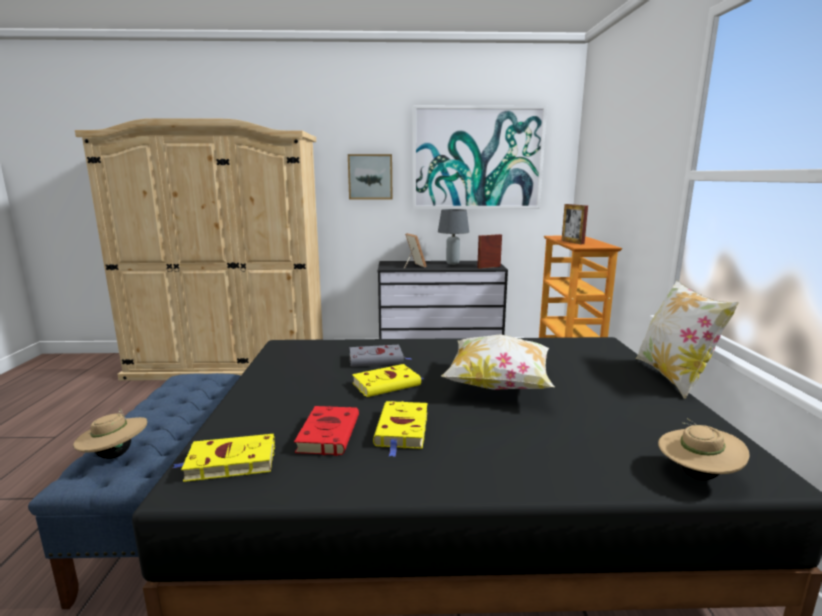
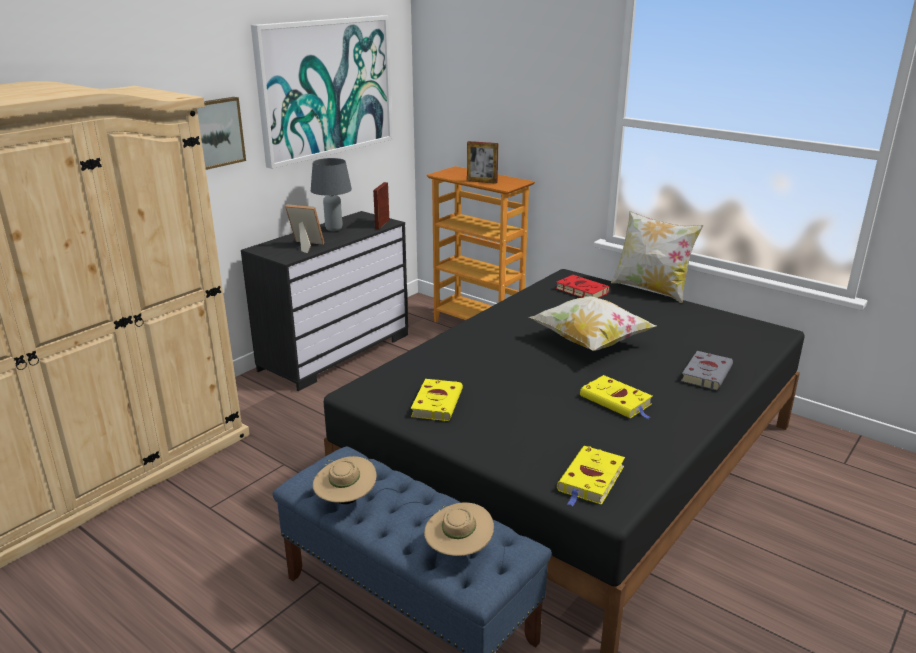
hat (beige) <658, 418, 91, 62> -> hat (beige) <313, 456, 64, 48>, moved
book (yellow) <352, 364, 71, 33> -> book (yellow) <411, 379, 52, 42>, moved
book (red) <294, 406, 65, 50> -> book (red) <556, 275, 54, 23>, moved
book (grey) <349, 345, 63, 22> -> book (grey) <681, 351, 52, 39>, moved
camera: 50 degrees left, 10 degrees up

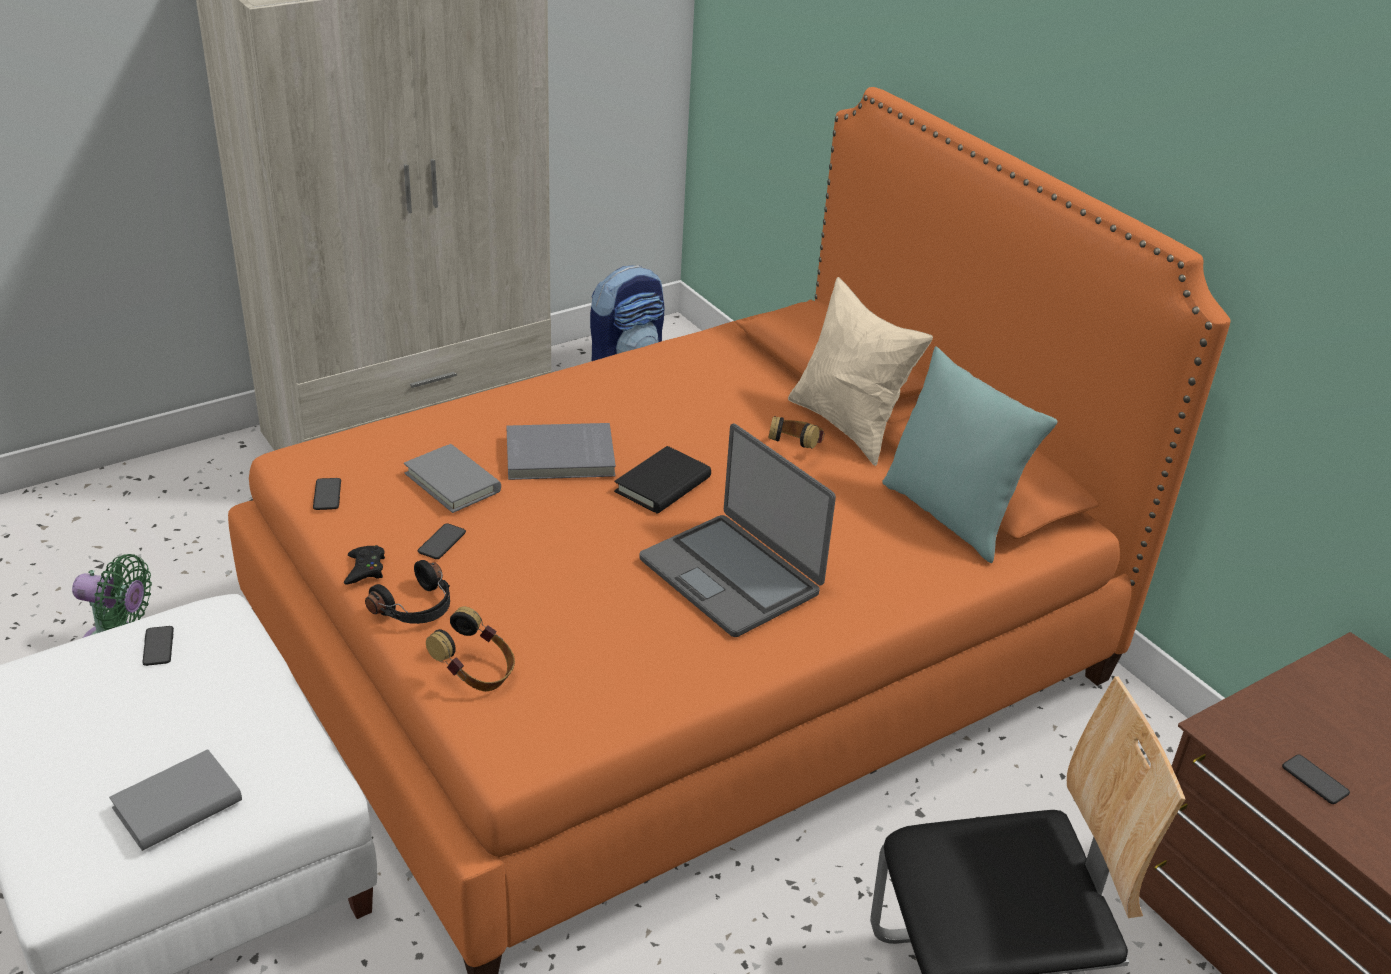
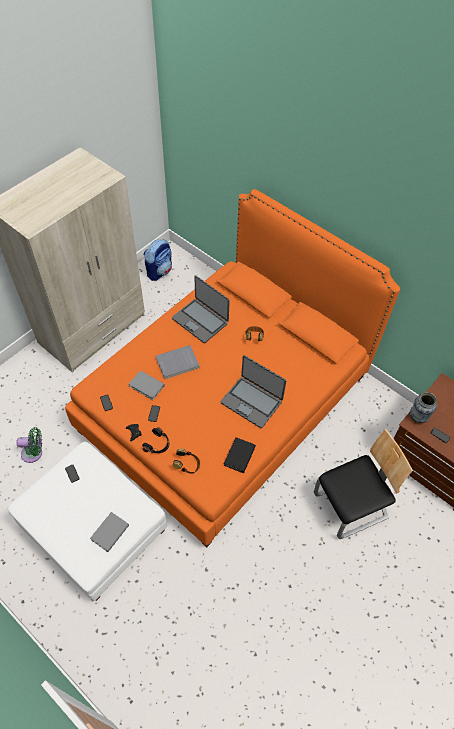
none -> laptop <172, 275, 58, 68>
book (black) <614, 446, 97, 68> -> book (black) <224, 437, 32, 36>, moved
none -> vase <410, 392, 27, 31>
pillow (beige) <788, 277, 145, 189> -> none
pillow (turquoise) <882, 346, 175, 217> -> none
camera: 15 degrees left, 20 degrees up

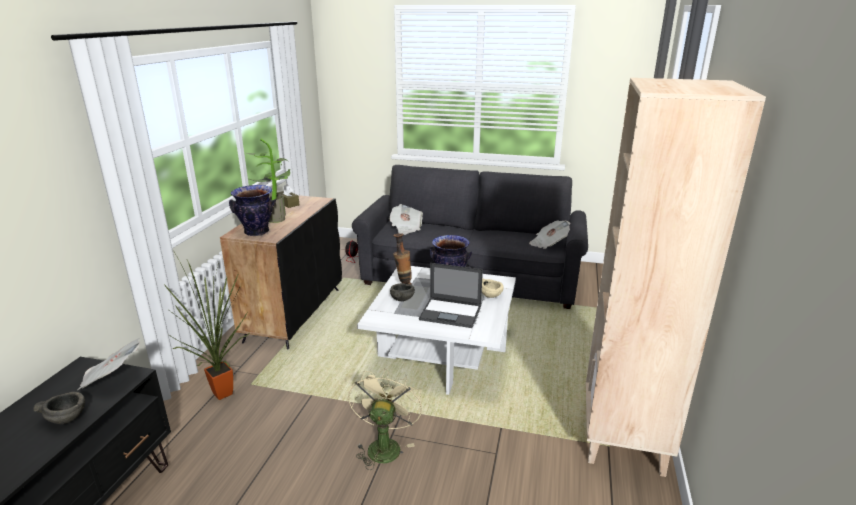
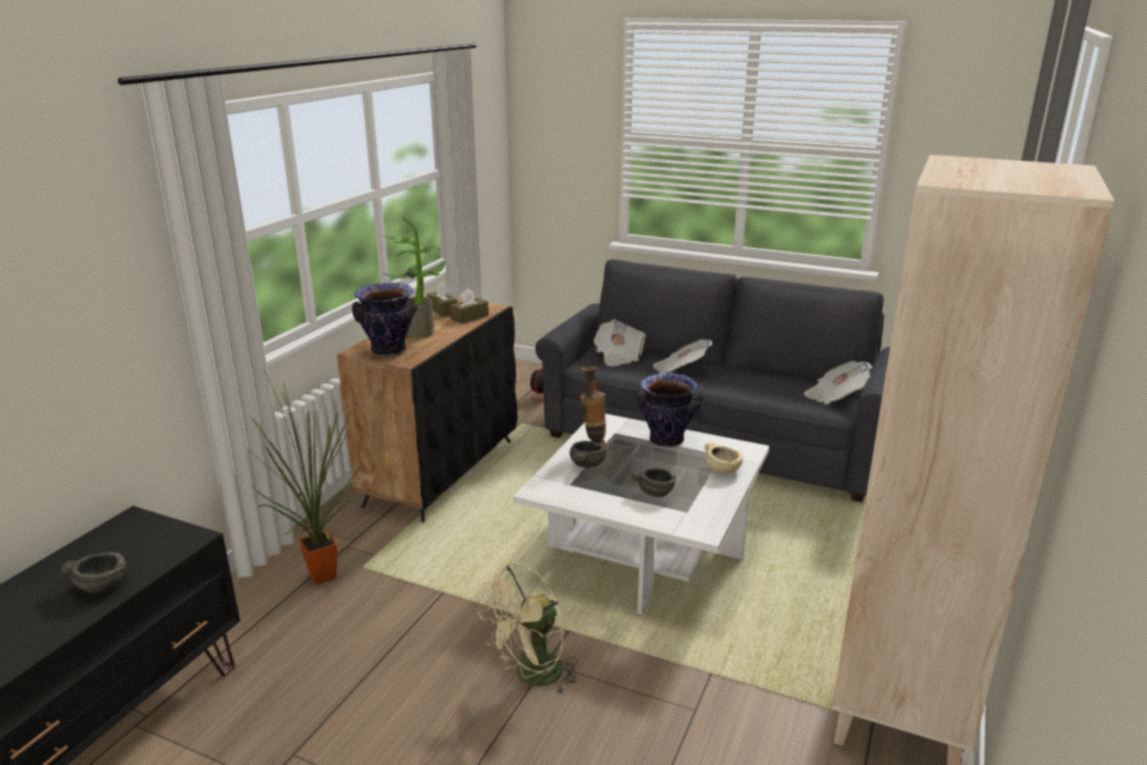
none -> tissue box (brown) <449, 289, 40, 35>
fan (beige) <348, 368, 74, 102> -> fan (beige) <478, 563, 100, 130>, 150 degrees counterclockwise
laptop <419, 263, 64, 65> -> bowl (grey) <632, 467, 44, 30>
newspaper <77, 338, 63, 52> -> newspaper <653, 339, 59, 35>, moved
camera: 10 degrees right, 0 degrees up

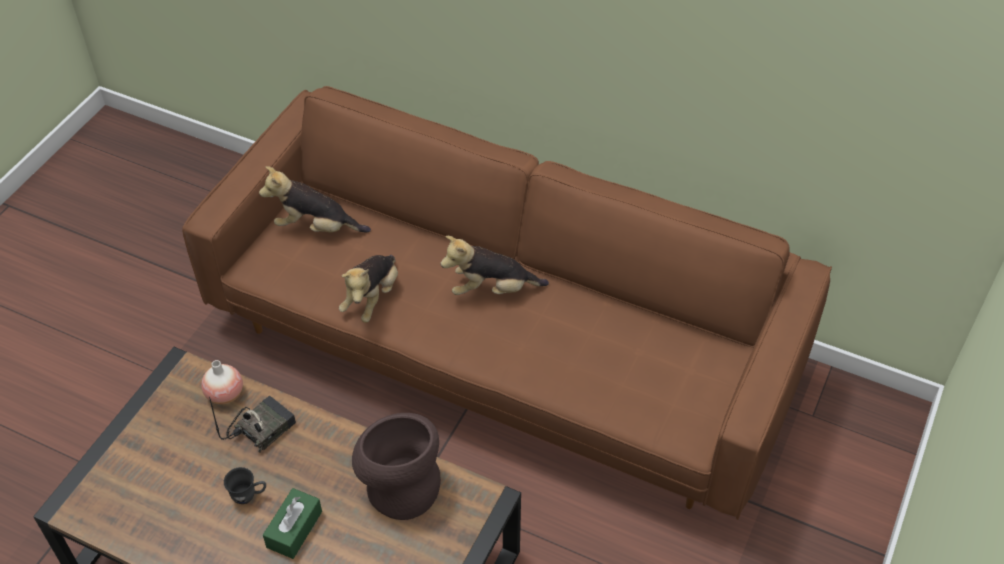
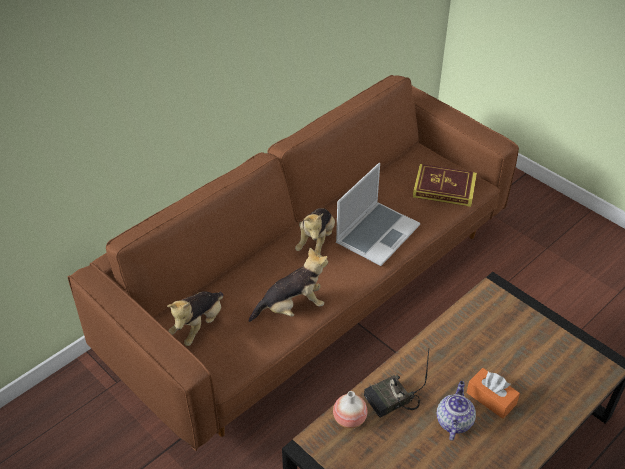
plush toy <339, 255, 59, 68> -> plush toy <249, 247, 79, 75>, 60 degrees counterclockwise
none -> laptop <336, 163, 84, 103>
radio <209, 395, 87, 58> -> radio <364, 349, 65, 69>, 90 degrees counterclockwise
none -> book <413, 164, 64, 43>
mug (grey) <224, 467, 42, 37> -> teapot <437, 381, 39, 60>
tissue box (green) <263, 488, 59, 71> -> tissue box (orange) <467, 368, 53, 51>
vase (brown) <352, 413, 89, 107> -> none
camera: 70 degrees left, 5 degrees down

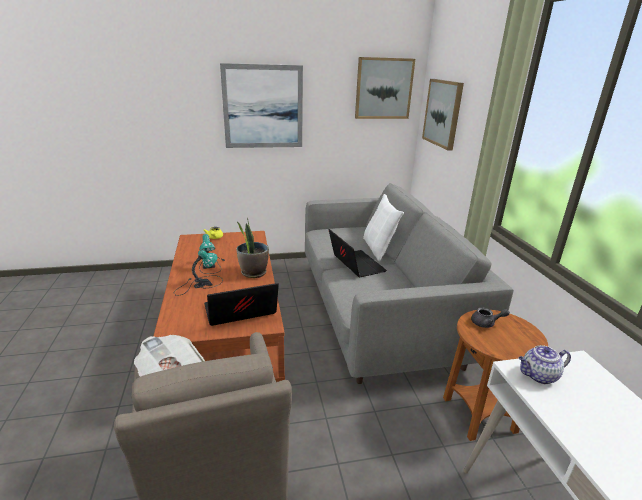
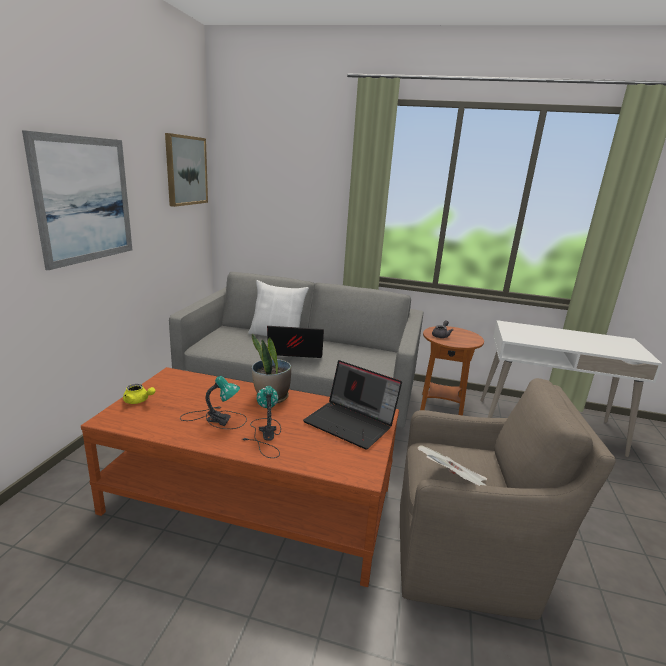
laptop <204, 283, 75, 43> -> laptop <303, 360, 99, 90>, 60 degrees counterclockwise
picture <422, 79, 42, 72> -> none
teapot <519, 345, 52, 39> -> none
camera: 65 degrees left, 5 degrees down

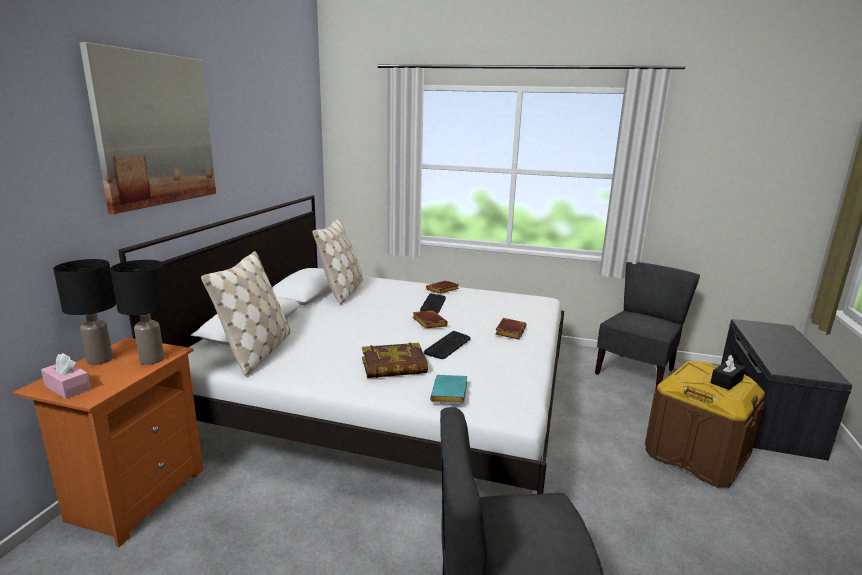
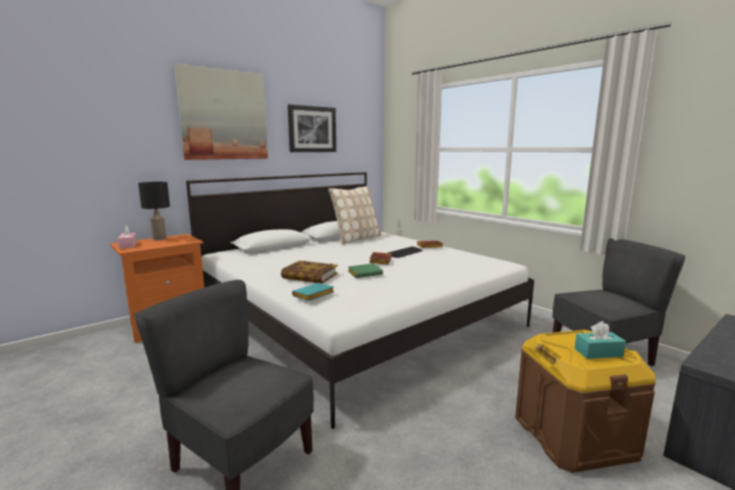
none -> picture <288, 104, 48, 48>
keyboard <424, 331, 47, 28> -> book (green) <348, 263, 35, 15>
tissue box (black) <710, 355, 36, 35> -> tissue box (turquoise) <575, 321, 51, 38>
table lamp (black) <110, 260, 59, 105> -> none
pillow (beige) <201, 251, 90, 125> -> none
book (brown) <495, 318, 32, 21> -> none
camera: 35 degrees right, 5 degrees down

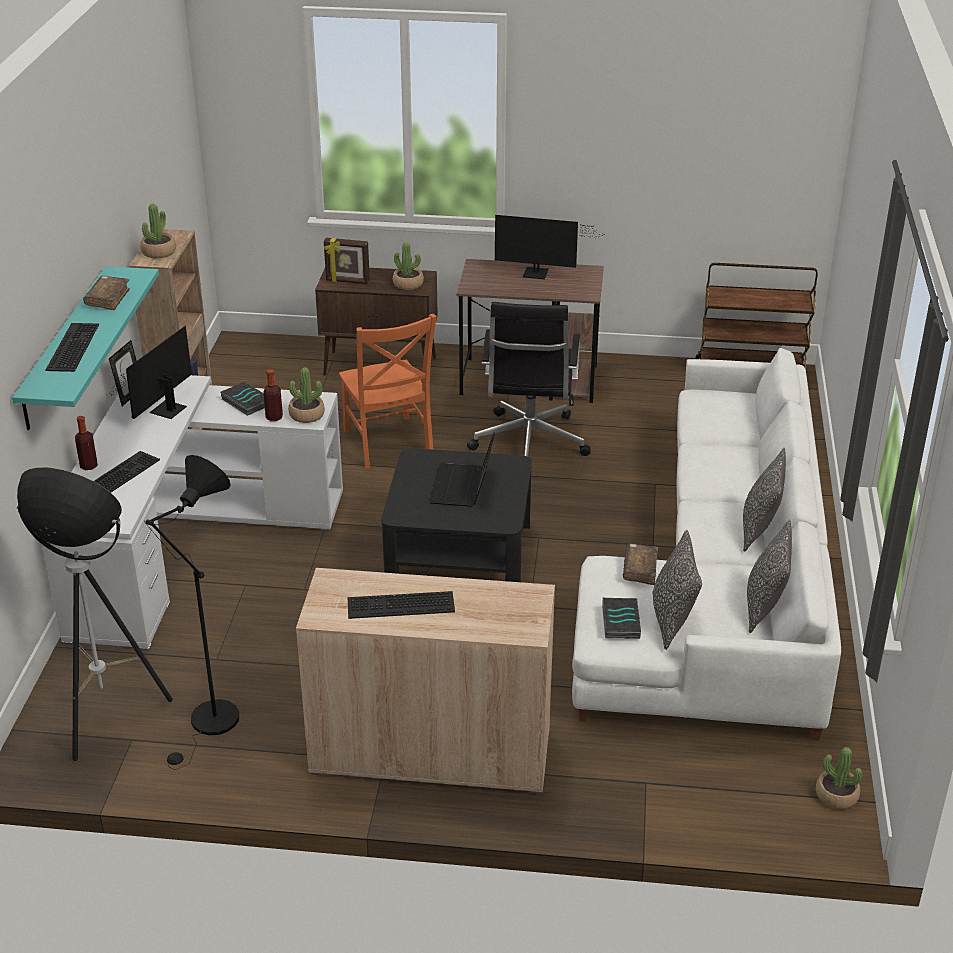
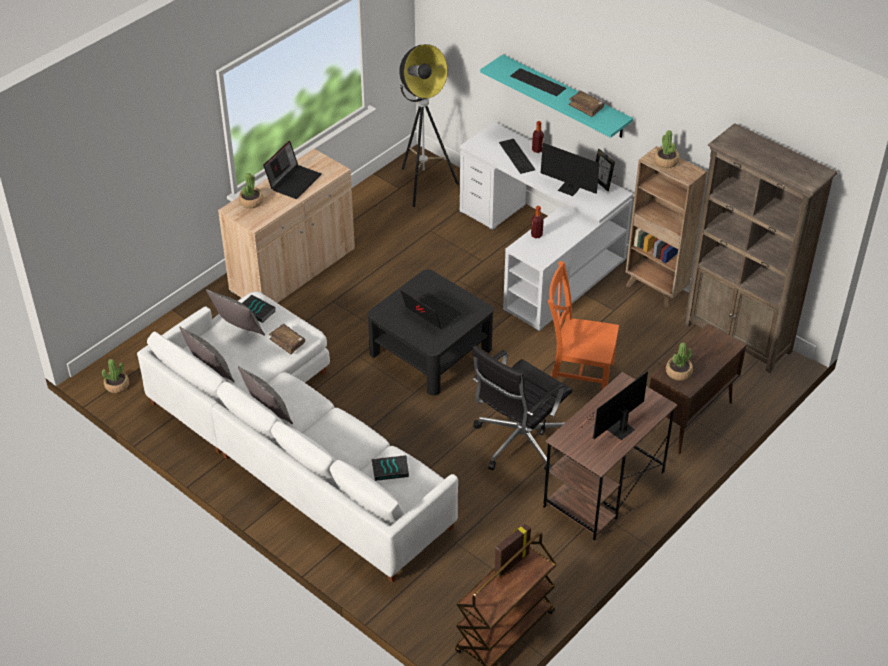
potted plant <288, 367, 37, 56> -> potted plant <239, 173, 24, 35>, moved
keyboard <348, 591, 107, 28> -> laptop <263, 141, 59, 58>
book <221, 382, 44, 34> -> book <371, 455, 38, 26>, moved
office chair (black) <467, 302, 124, 155> -> office chair (black) <472, 345, 101, 126>, 90 degrees counterclockwise
picture frame <324, 238, 46, 46> -> picture frame <494, 524, 37, 53>, moved
monitor <109, 326, 83, 93> -> monitor <540, 143, 73, 53>, 150 degrees clockwise
none -> bookcase (brown) <684, 123, 153, 250>
floor lamp (black) <144, 455, 95, 315> -> none
camera: 125 degrees right, 10 degrees up

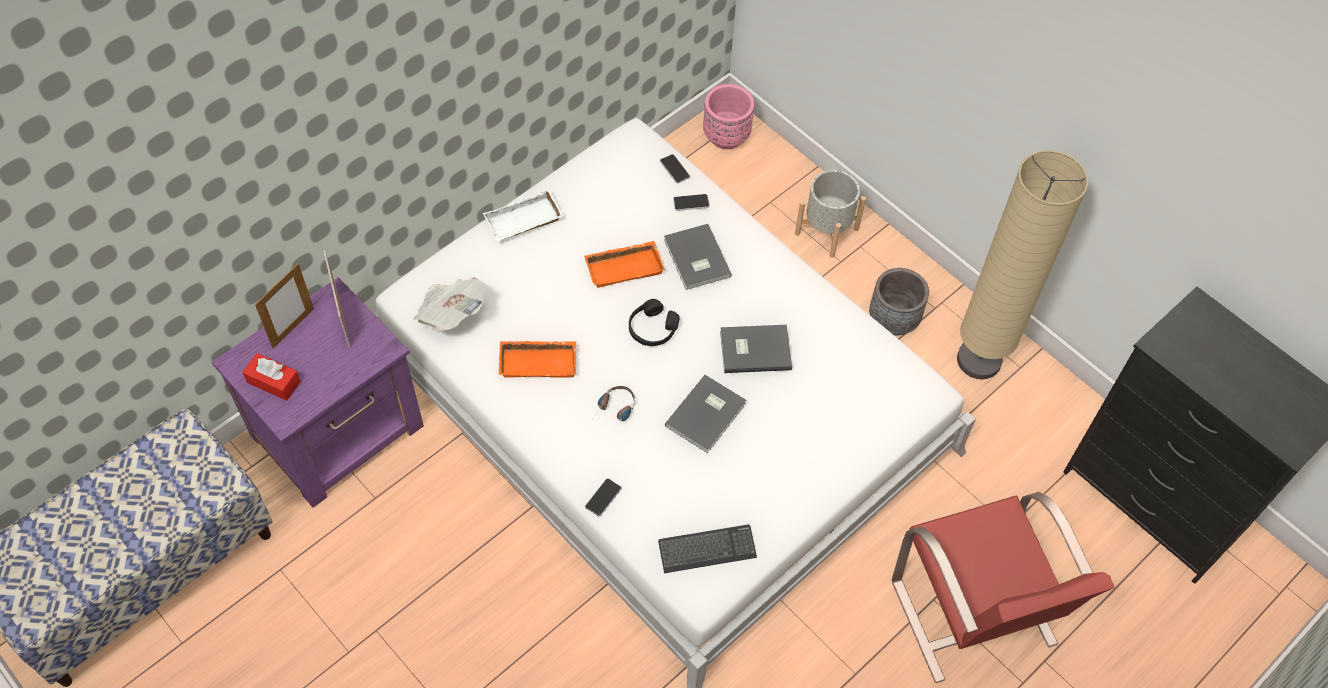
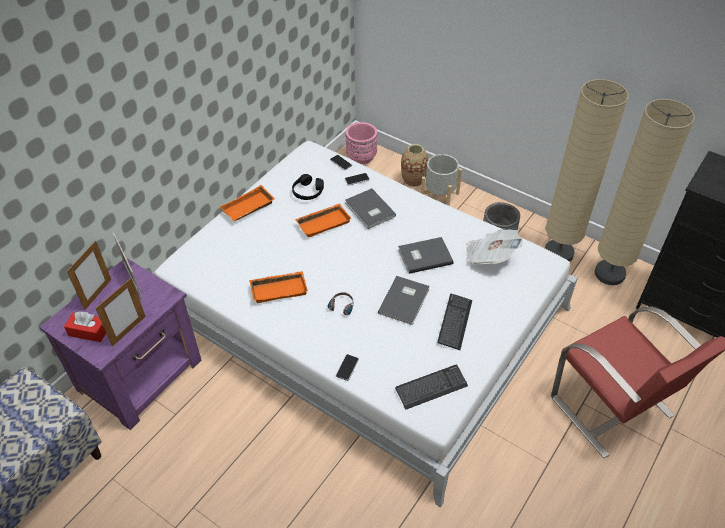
none -> picture frame <95, 278, 51, 69>
tray (white) <483, 188, 81, 54> -> tray (orange) <220, 185, 55, 36>
headphones (black) <629, 299, 51, 47> -> headphones (black) <292, 174, 32, 26>, moved
none -> vase <401, 144, 28, 43>
none -> keyboard <437, 294, 35, 56>
newspaper <413, 278, 75, 53> -> newspaper <466, 229, 57, 35>, moved
none -> floor lamp (beige) <595, 99, 100, 186>
camera: 10 degrees left, 10 degrees down

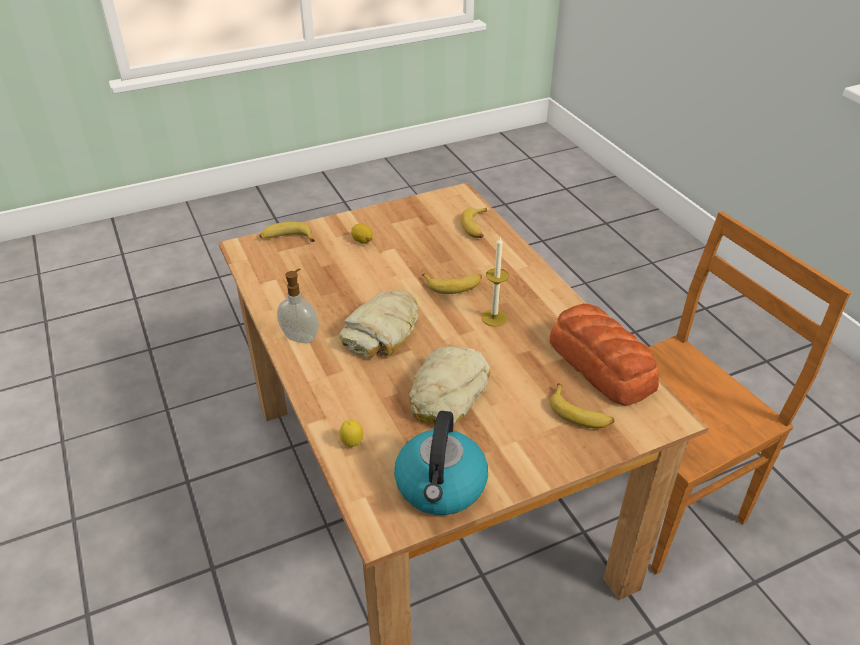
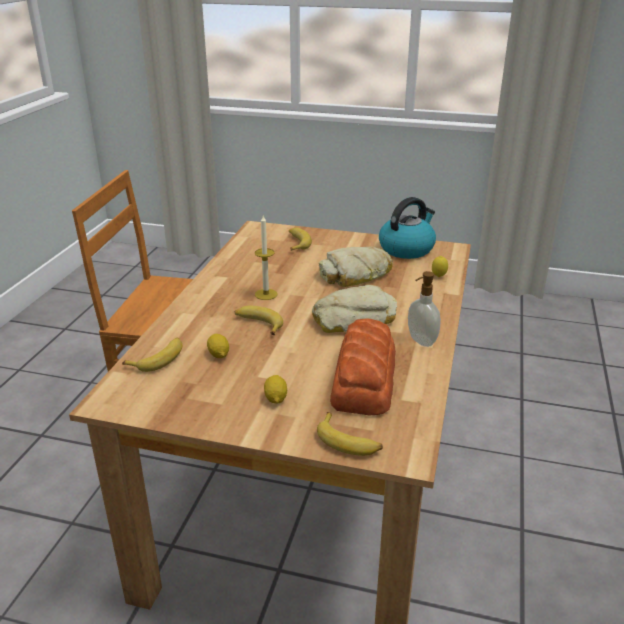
none -> lemon <207, 334, 22, 24>
bread <549, 303, 110, 103> -> bread <330, 319, 66, 96>, moved
camera: 140 degrees left, 10 degrees down

